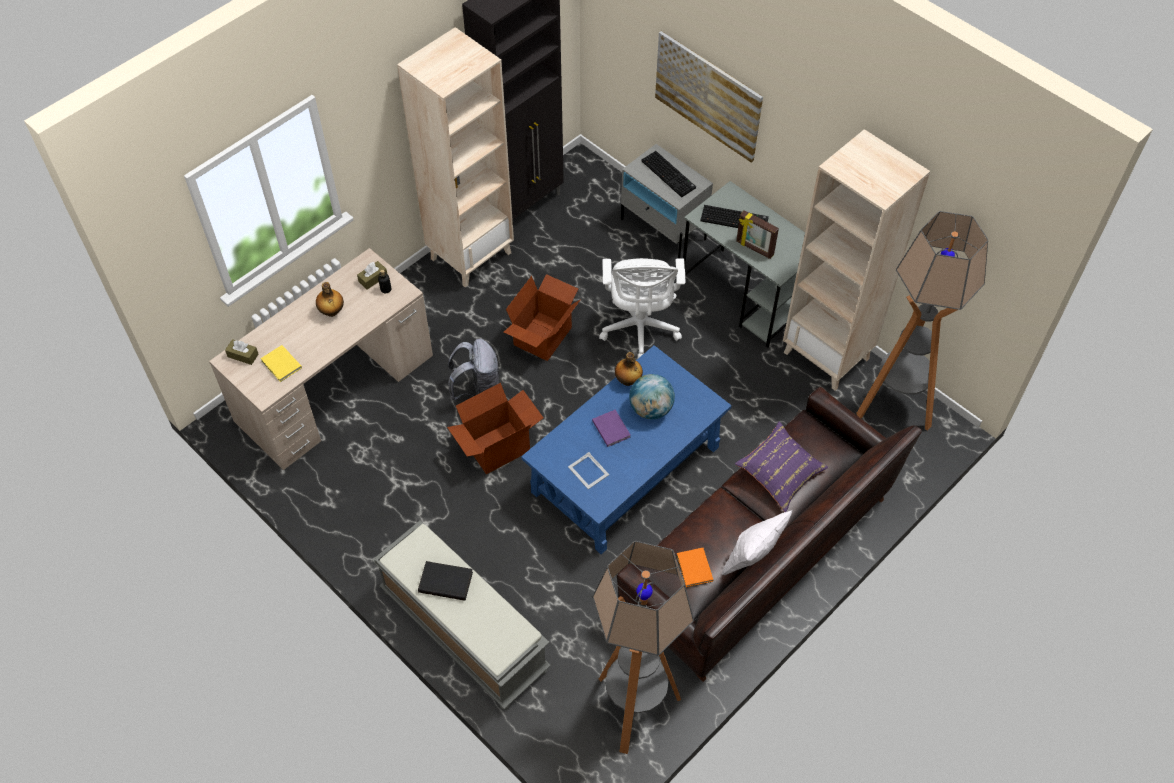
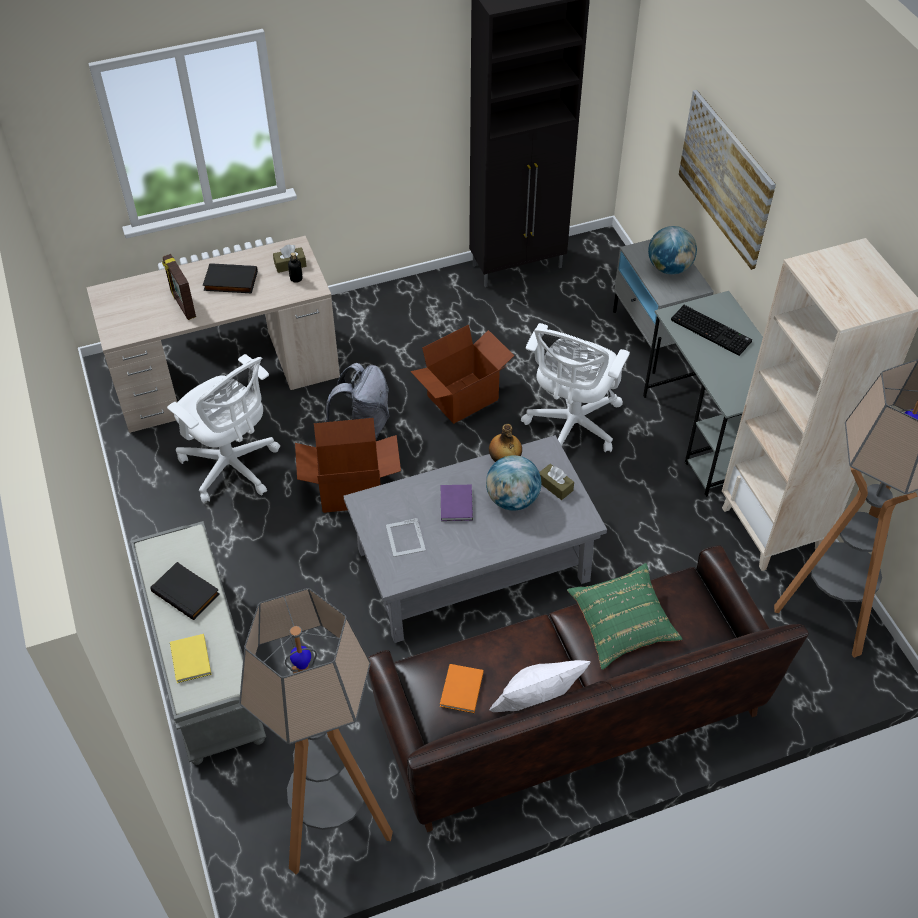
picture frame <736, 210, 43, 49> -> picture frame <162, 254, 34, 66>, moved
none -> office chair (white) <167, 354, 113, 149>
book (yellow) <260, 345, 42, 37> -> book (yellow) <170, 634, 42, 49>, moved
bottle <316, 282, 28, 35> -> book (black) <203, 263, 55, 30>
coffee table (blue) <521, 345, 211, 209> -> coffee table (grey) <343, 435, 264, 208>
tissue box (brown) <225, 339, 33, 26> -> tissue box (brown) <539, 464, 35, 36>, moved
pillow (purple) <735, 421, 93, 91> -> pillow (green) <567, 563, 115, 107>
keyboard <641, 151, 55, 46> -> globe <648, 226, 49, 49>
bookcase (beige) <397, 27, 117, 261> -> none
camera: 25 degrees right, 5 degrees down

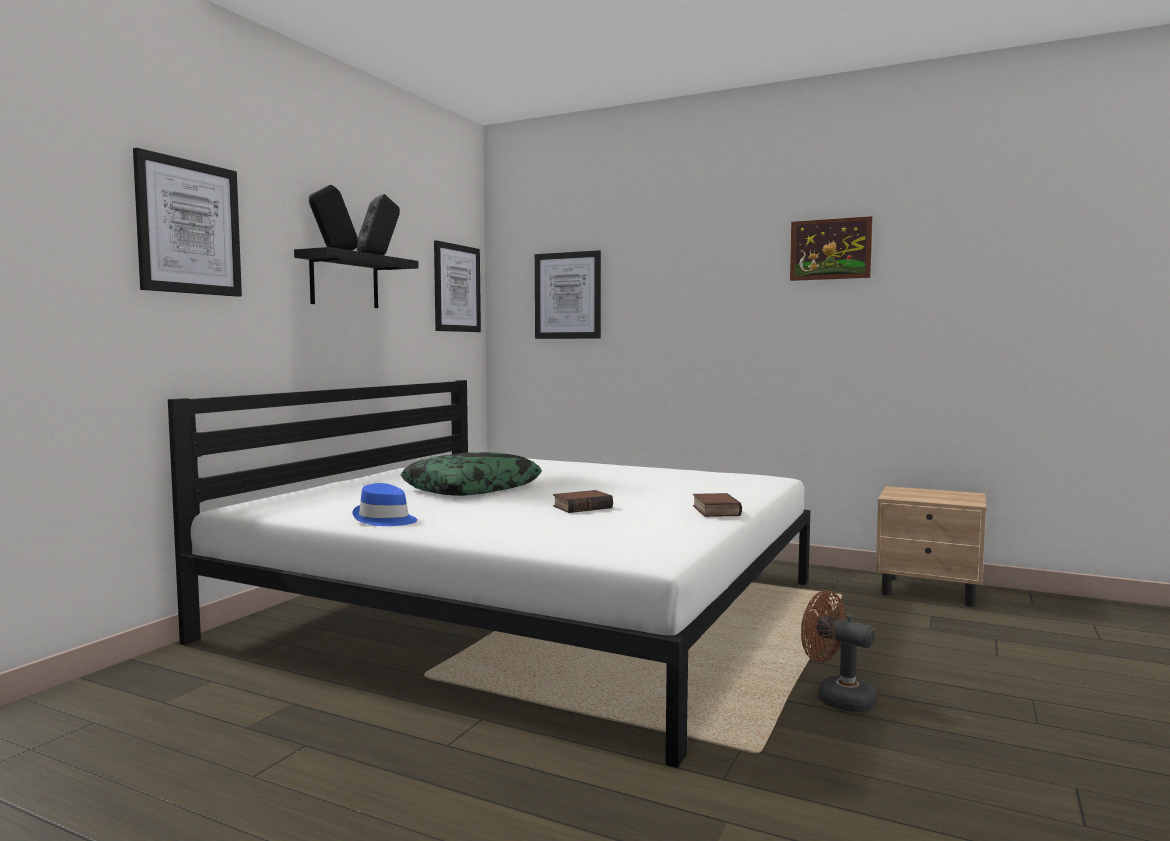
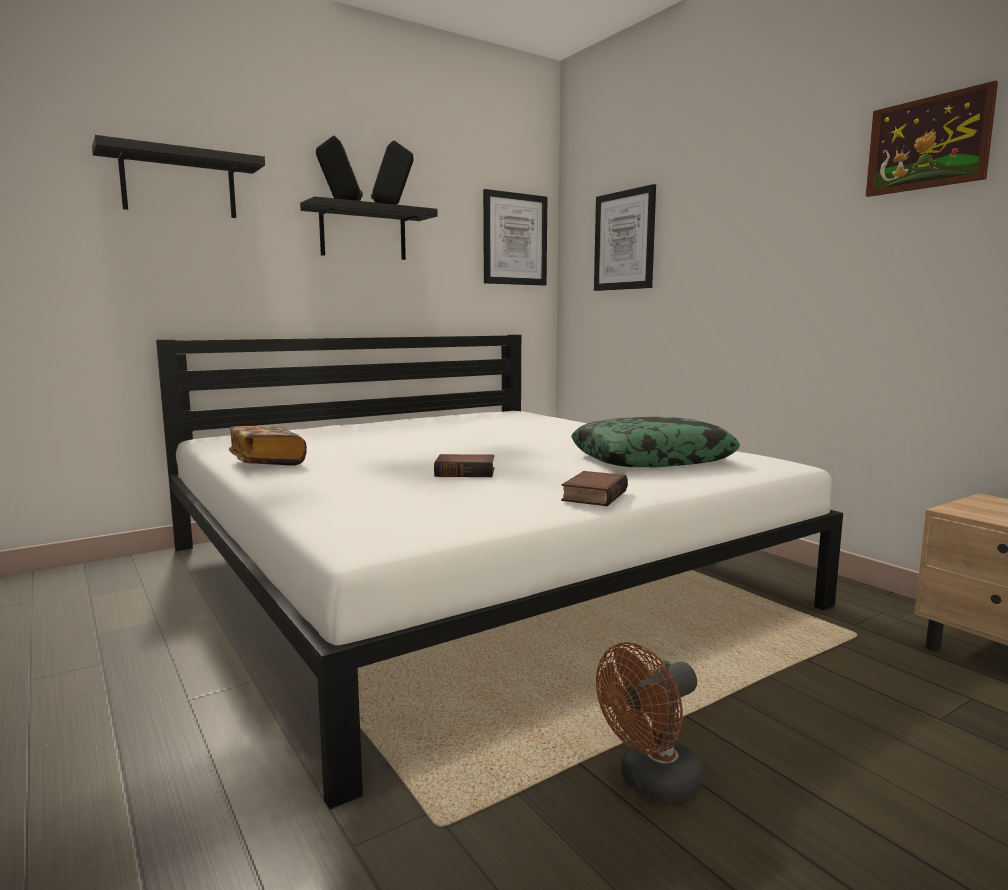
picture <133, 147, 109, 150> -> shelf (black) <92, 135, 173, 83>
hat (blue) <352, 483, 65, 43> -> book <229, 426, 78, 40>
pillow <400, 452, 142, 44> -> pillow <571, 417, 169, 50>, moved
fan (brown) <801, 590, 76, 122> -> fan (brown) <596, 642, 107, 160>, 105 degrees counterclockwise
camera: 30 degrees right, 5 degrees up

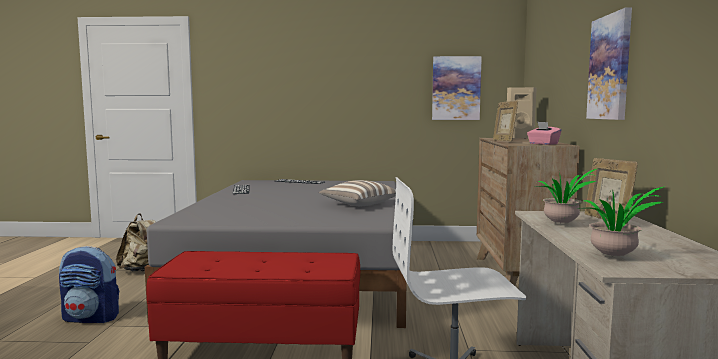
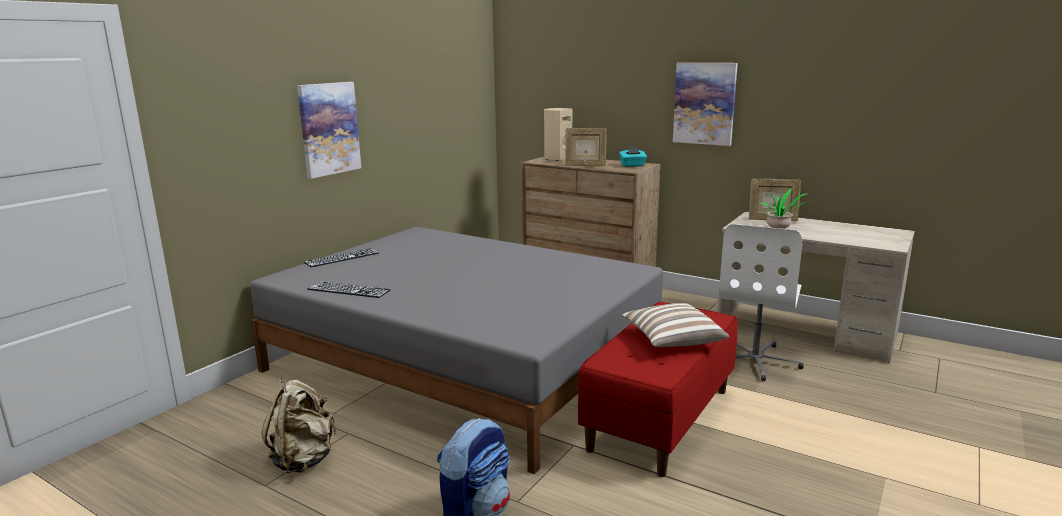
picture <432, 56, 50, 64> -> picture <297, 82, 64, 97>, moved
tissue box (pink) <527, 122, 35, 23> -> tissue box (turquoise) <619, 147, 28, 20>
pillow <319, 180, 77, 26> -> pillow <622, 303, 107, 44>, moved
potted plant <578, 186, 87, 70> -> none
camera: 60 degrees left, 10 degrees up

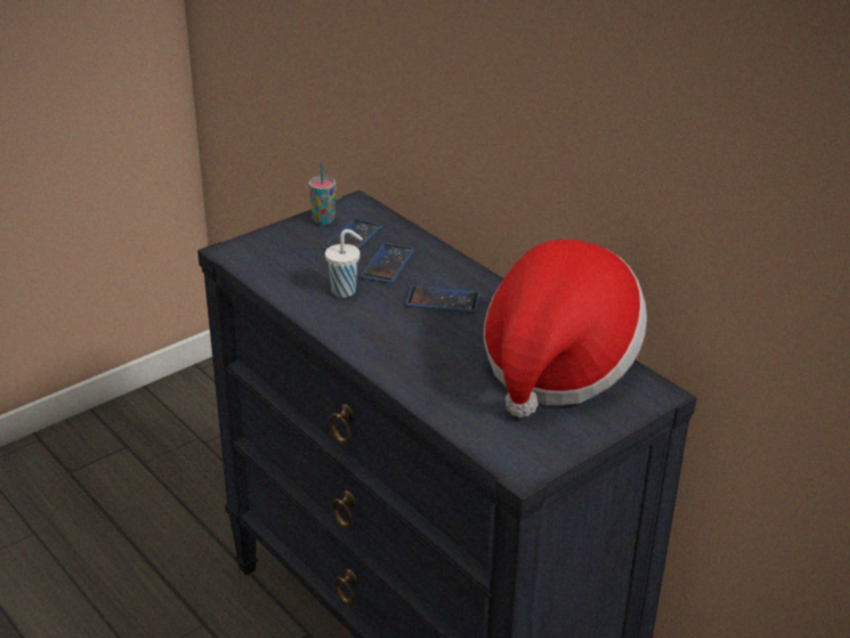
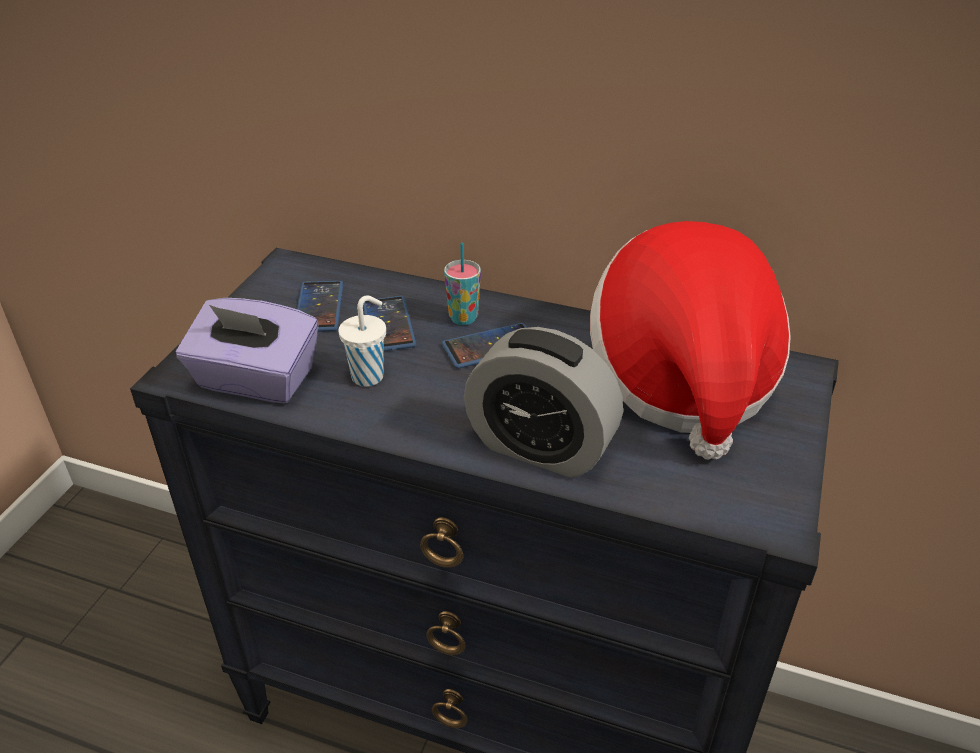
none -> tissue box (purple) <176, 298, 143, 105>
cup <309, 162, 27, 63> -> cup <444, 243, 37, 82>, moved
none -> alarm clock <464, 327, 159, 151>
camera: 30 degrees left, 5 degrees up

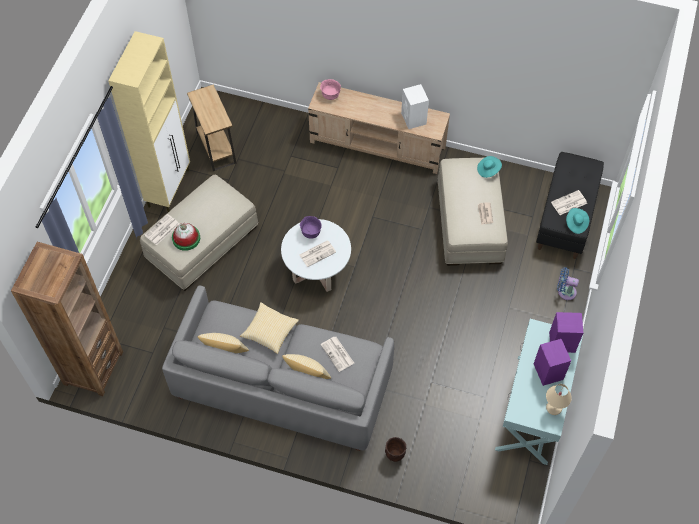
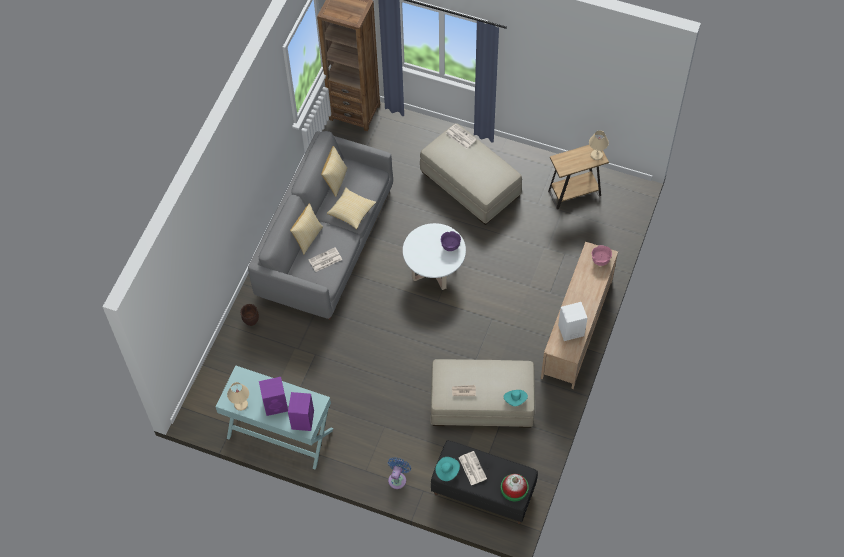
hat <172, 223, 28, 28> -> hat <501, 474, 28, 27>, moved
none -> table lamp (beige) <589, 131, 20, 29>
cabinet (beige) <108, 31, 82, 181> -> none
newspaper <299, 240, 37, 27> -> none
camera: 95 degrees right, 0 degrees up

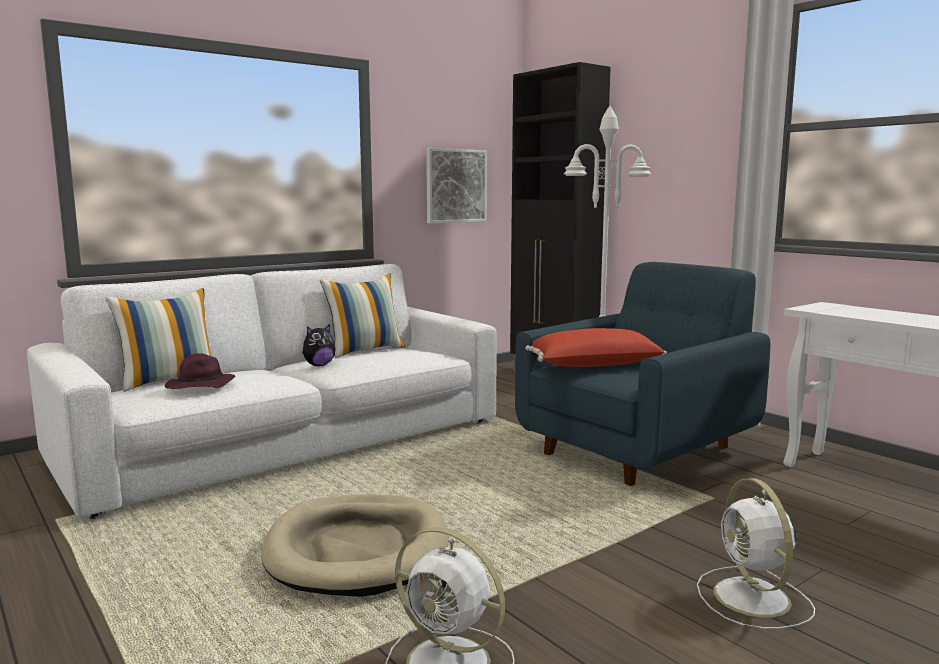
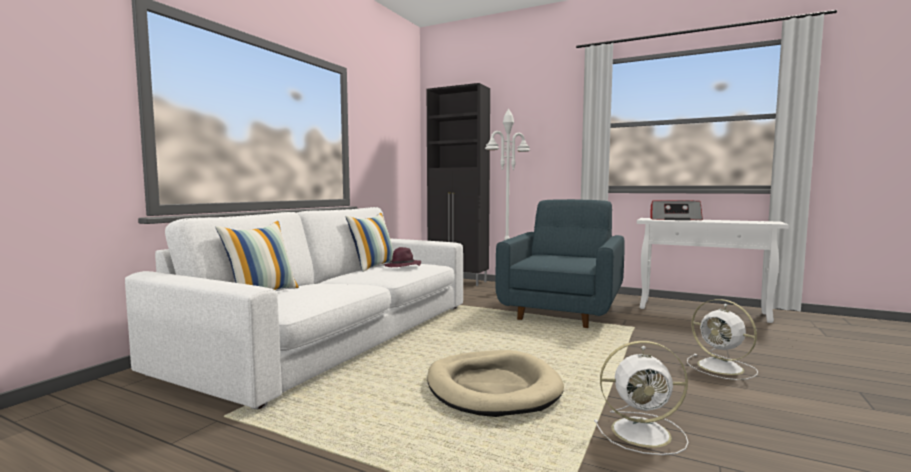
hat (purple) <165, 353, 70, 36> -> hat (purple) <384, 247, 37, 20>, moved
none -> radio <650, 200, 53, 20>
plush toy <302, 324, 34, 42> -> none
picture <426, 148, 61, 75> -> none
pillow (red) <525, 328, 142, 39> -> none
camera: 25 degrees left, 5 degrees down

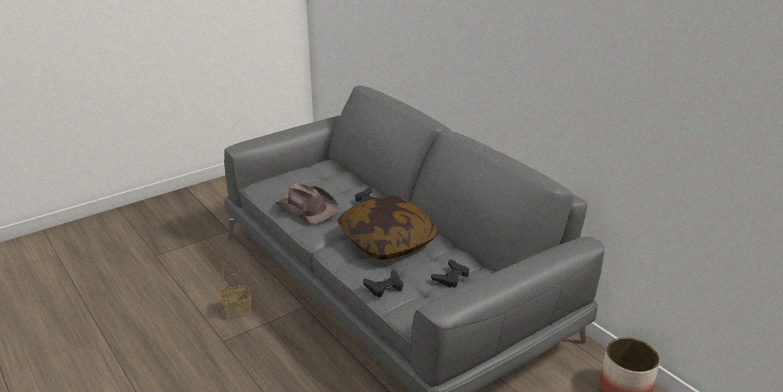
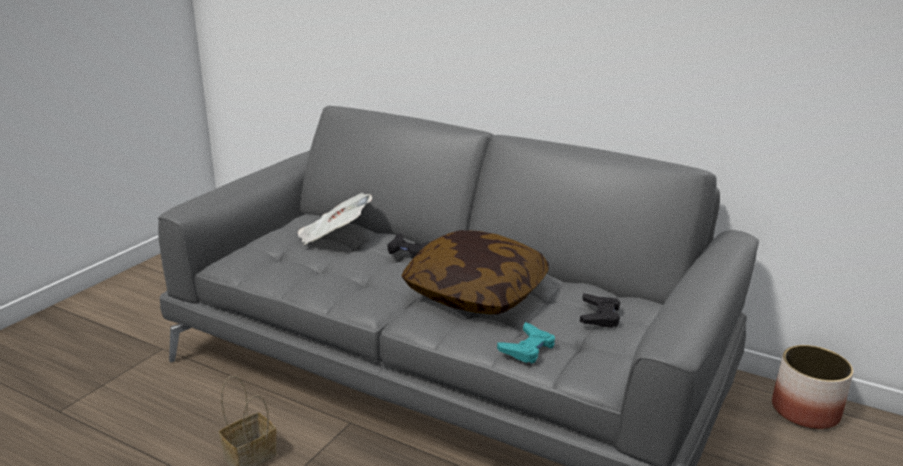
none -> newspaper <297, 193, 75, 52>
game controller (black) <363, 269, 40, 28> -> game controller (turquoise) <497, 322, 58, 42>
hat (brown) <275, 182, 64, 42> -> none
camera: 25 degrees left, 5 degrees down

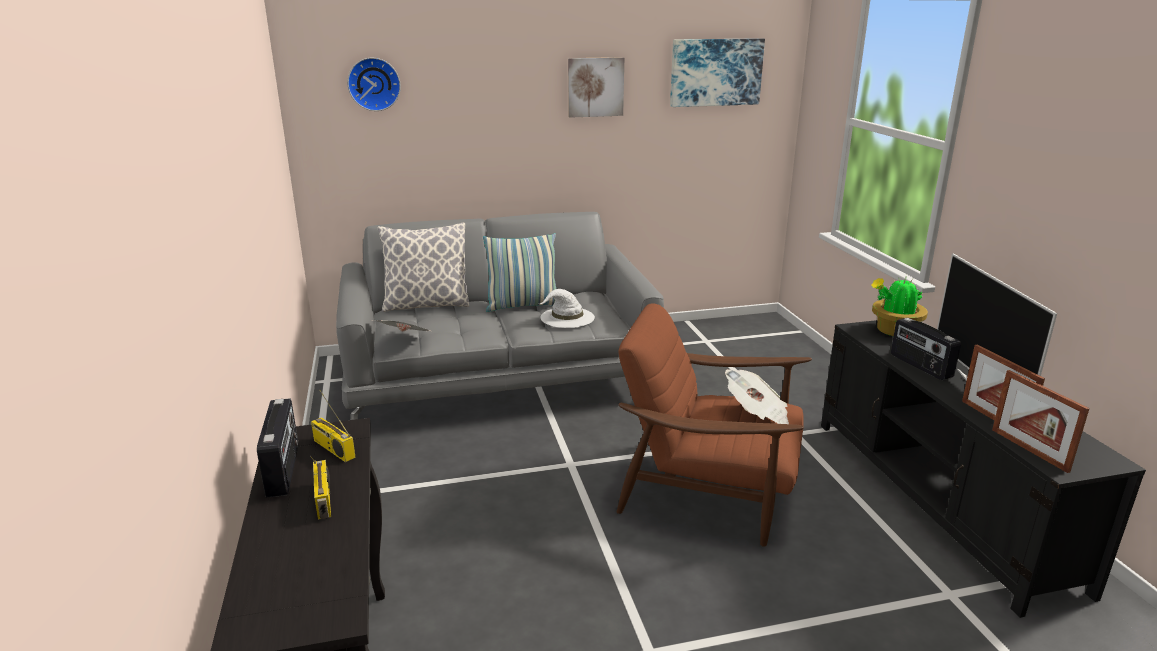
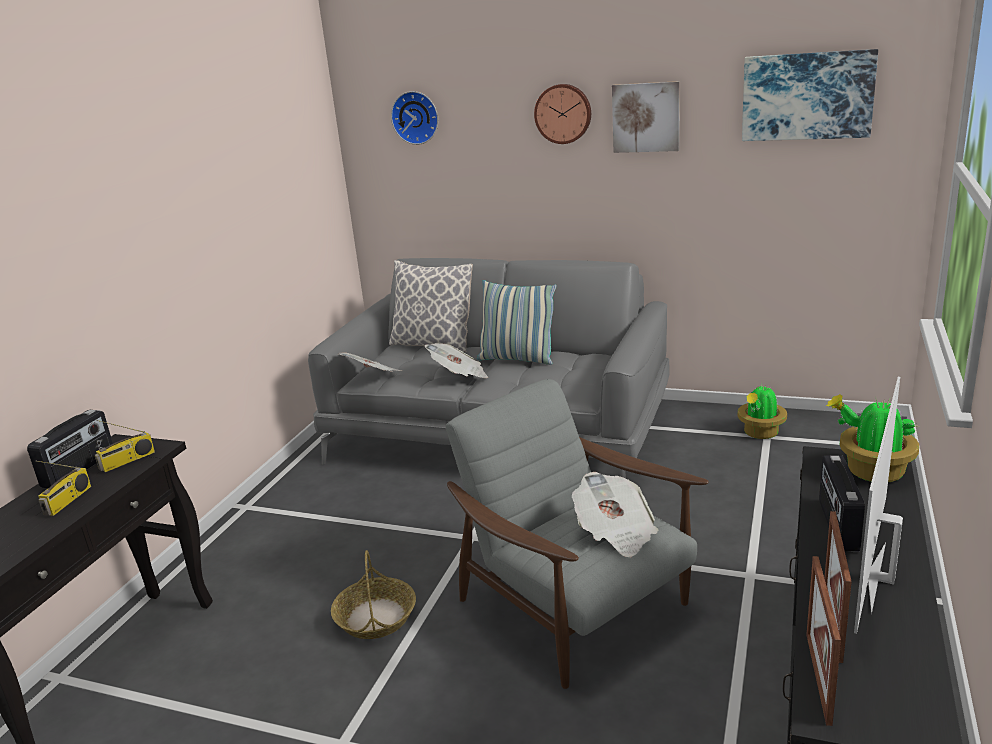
radio <311, 390, 45, 72> -> radio <95, 420, 60, 52>, 120 degrees counterclockwise
none -> basket <331, 550, 85, 89>
none -> newspaper <425, 343, 63, 35>
armchair (brown) <617, 303, 195, 244> -> armchair (grey) <446, 379, 263, 310>
none -> wall clock <534, 84, 57, 60>
none -> potted plant <738, 384, 49, 55>
hat (white) <540, 289, 55, 39> -> none
camera: 35 degrees right, 0 degrees up

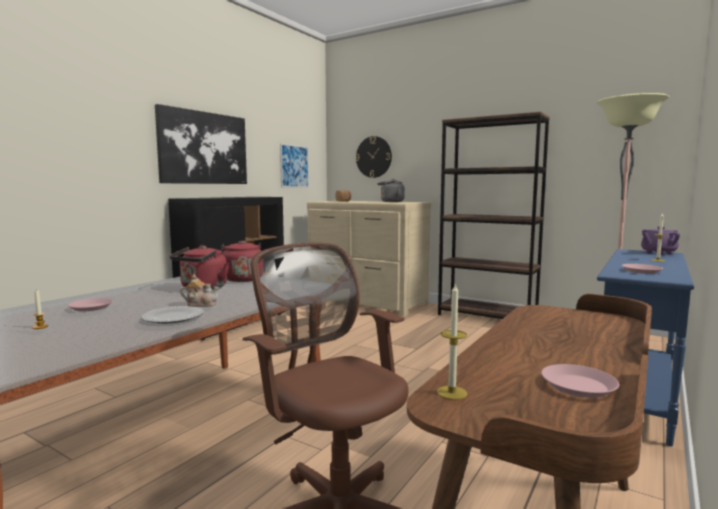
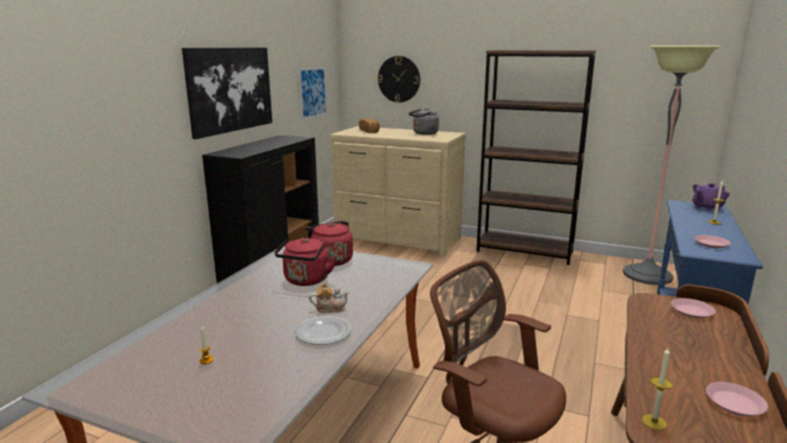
plate (pink) <68, 298, 45, 13> -> plate (pink) <671, 298, 45, 21>, moved
camera: 10 degrees left, 10 degrees up

